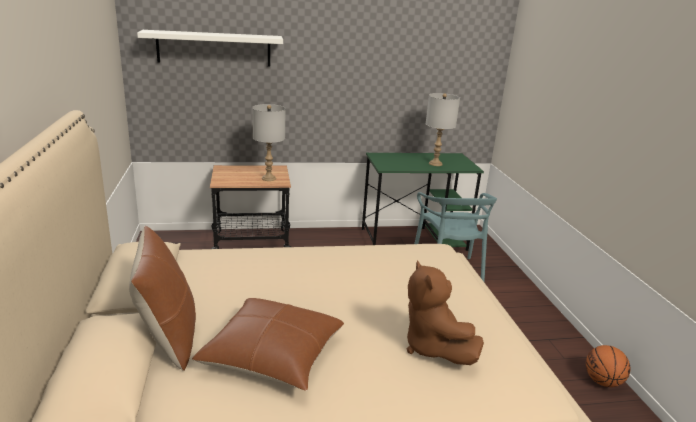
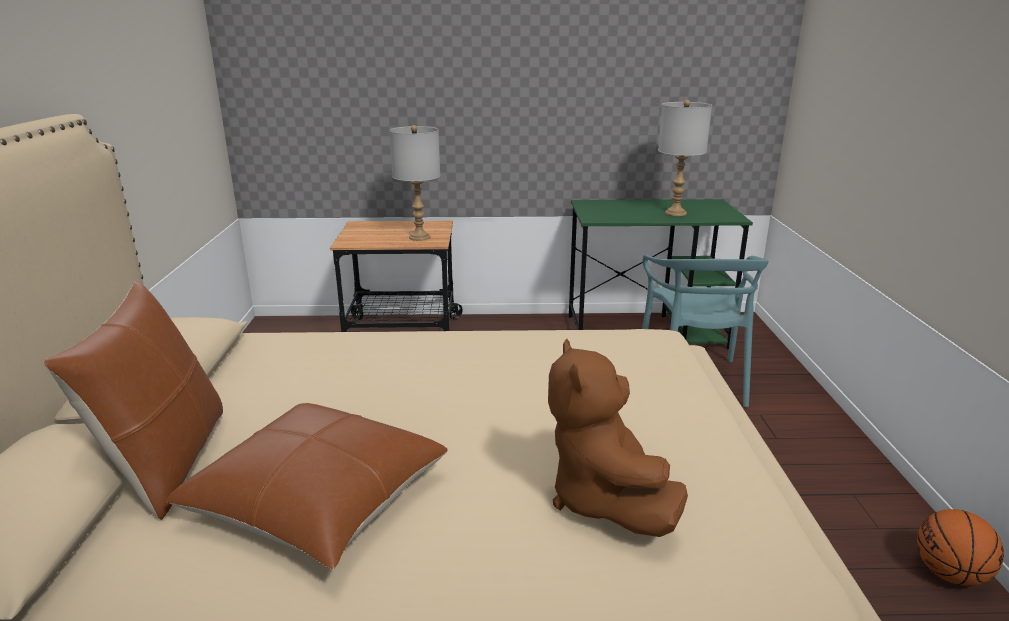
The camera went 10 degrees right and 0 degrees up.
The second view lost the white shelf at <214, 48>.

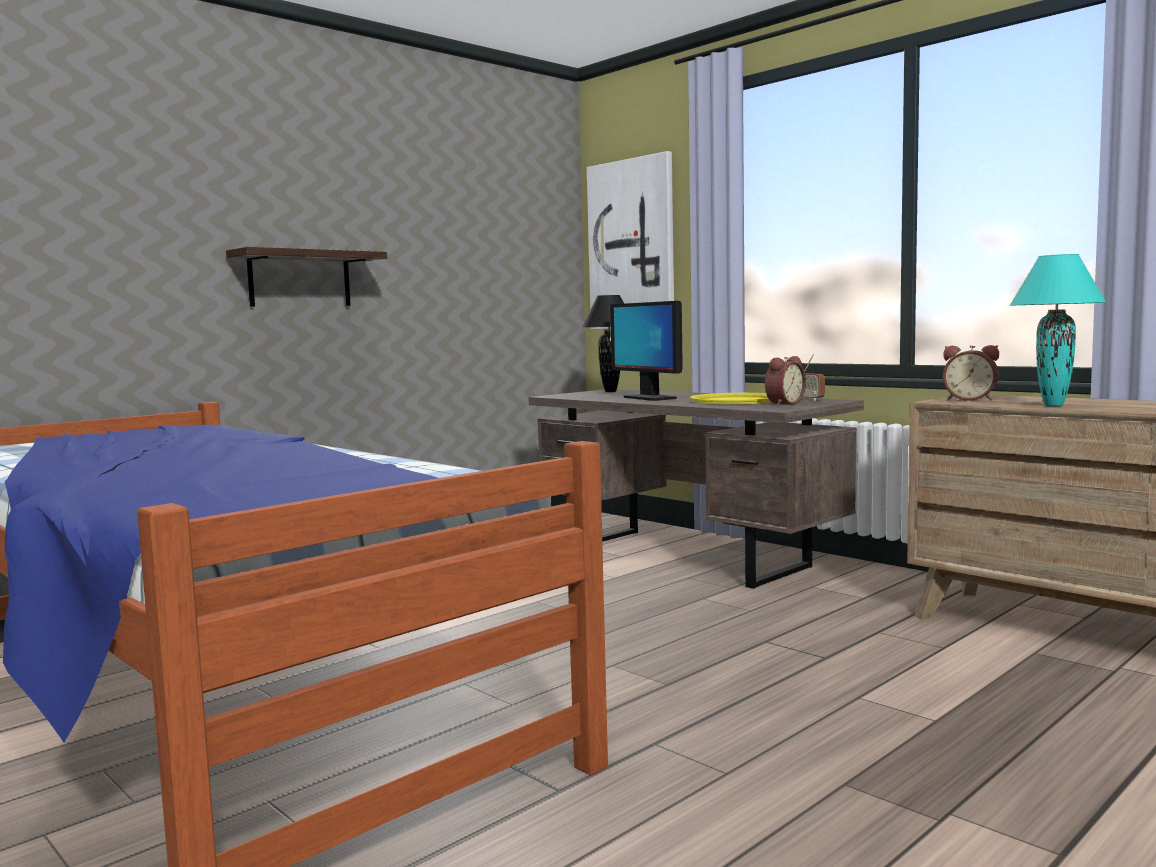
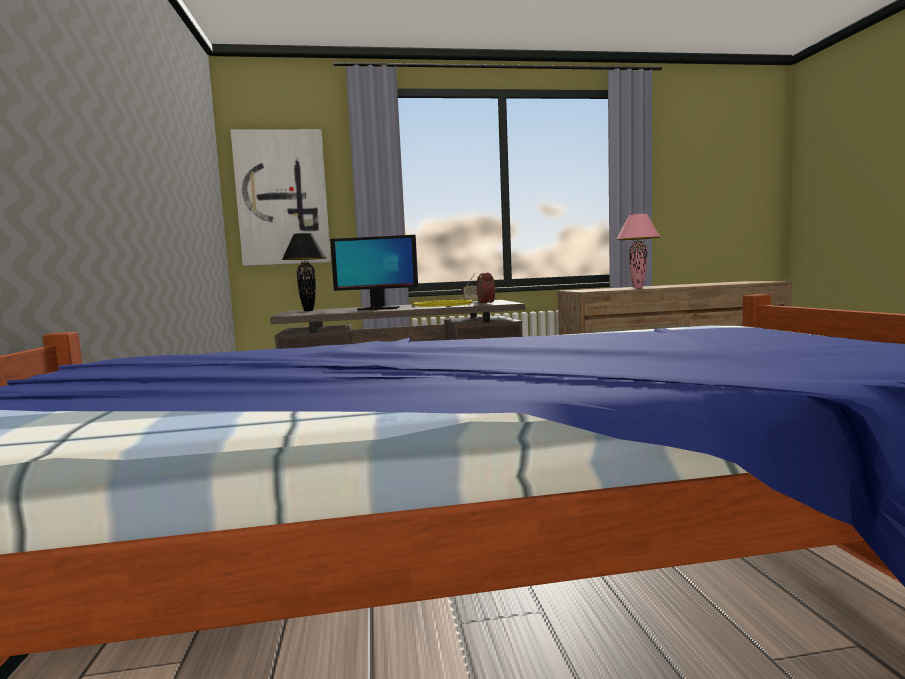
The camera went 55 degrees left and 0 degrees up.
The second view lost the shelf at <300, 279>.
The second view lost the alarm clock at <970, 399>.
What was the turquoise table lamp at <1052, 405> turned into the pink table lamp at <638, 288>.

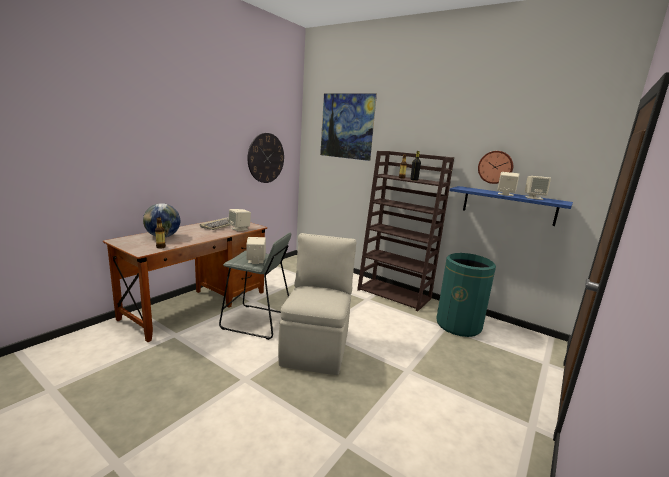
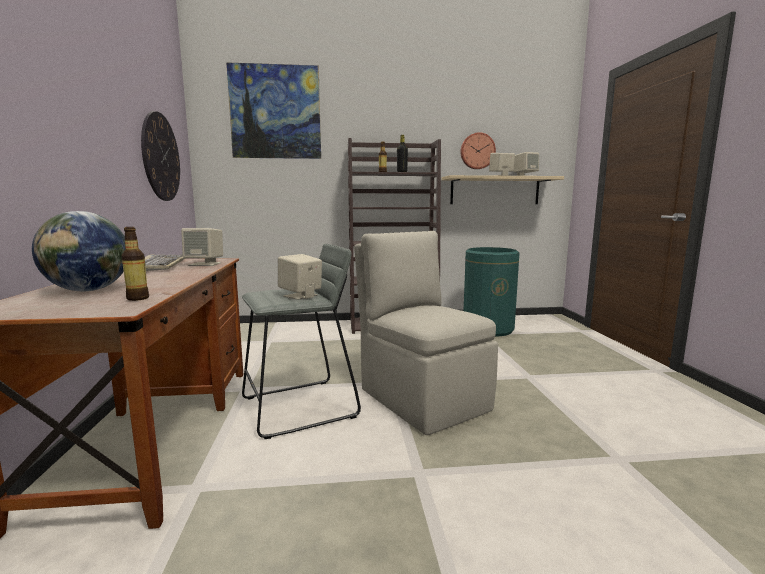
The camera went 40 degrees left and 5 degrees down.
What was the blue shelf at <508, 205> turned into the beige shelf at <495, 190>.

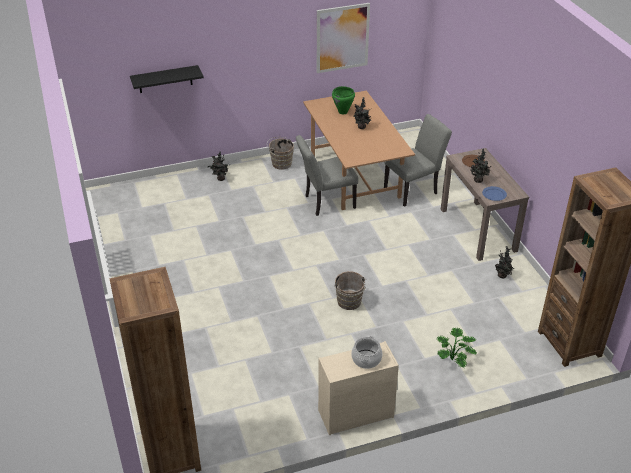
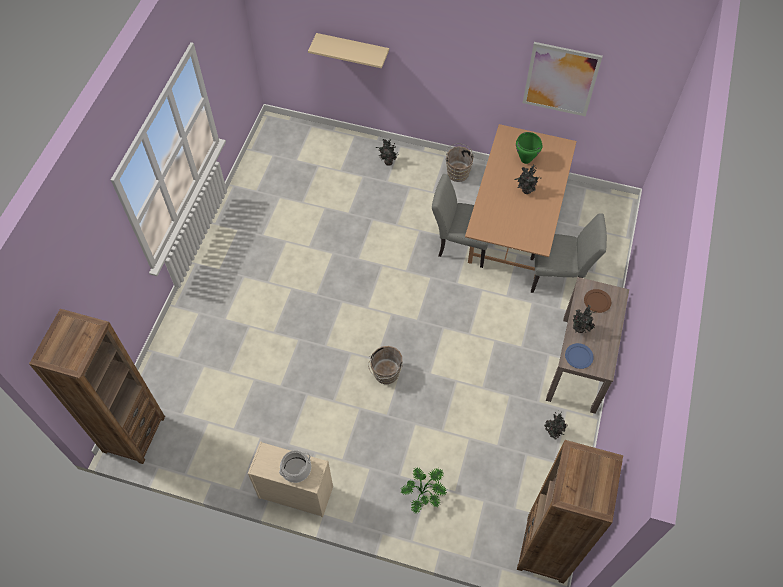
The camera went 35 degrees right and 20 degrees up.
What was the black shelf at <165, 79> turned into the beige shelf at <353, 49>.

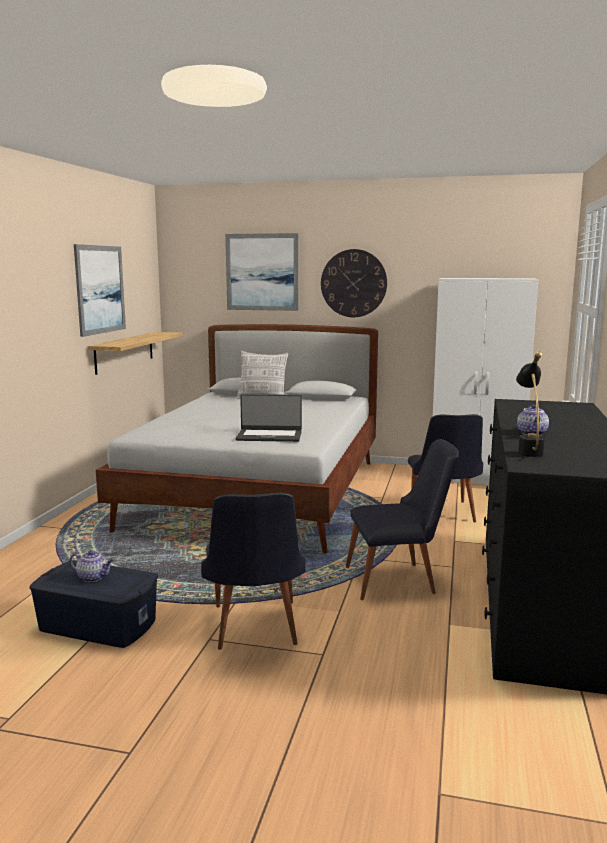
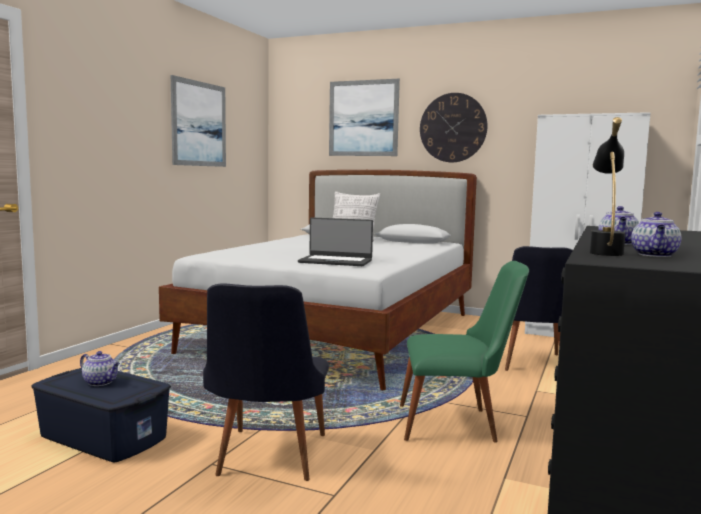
The camera went 10 degrees right and 5 degrees down.
The second view lost the shelf at <124, 352>.
The second view gained the teapot at <655, 255>.
What was the black chair at <399, 581> turned into the green chair at <457, 425>.

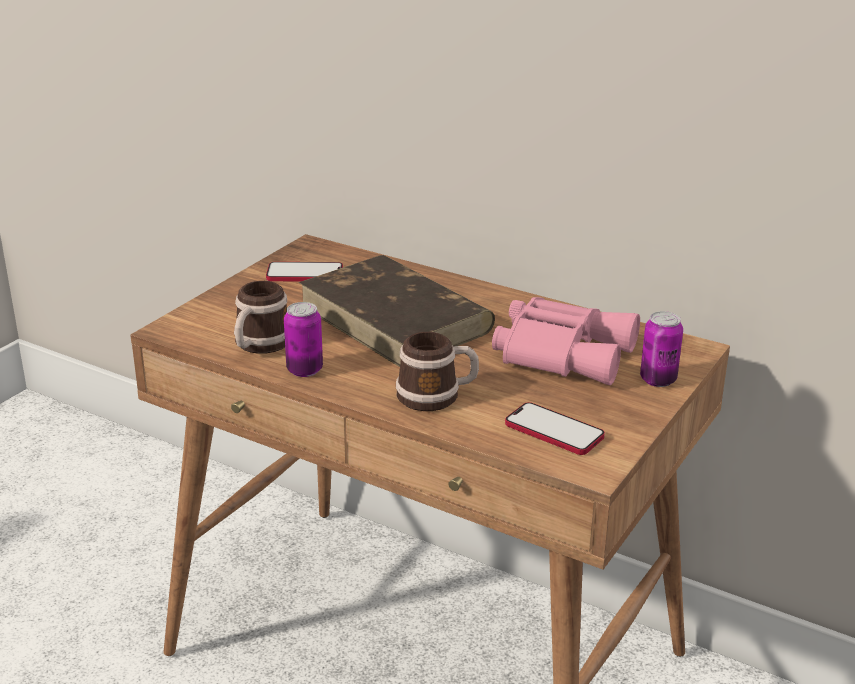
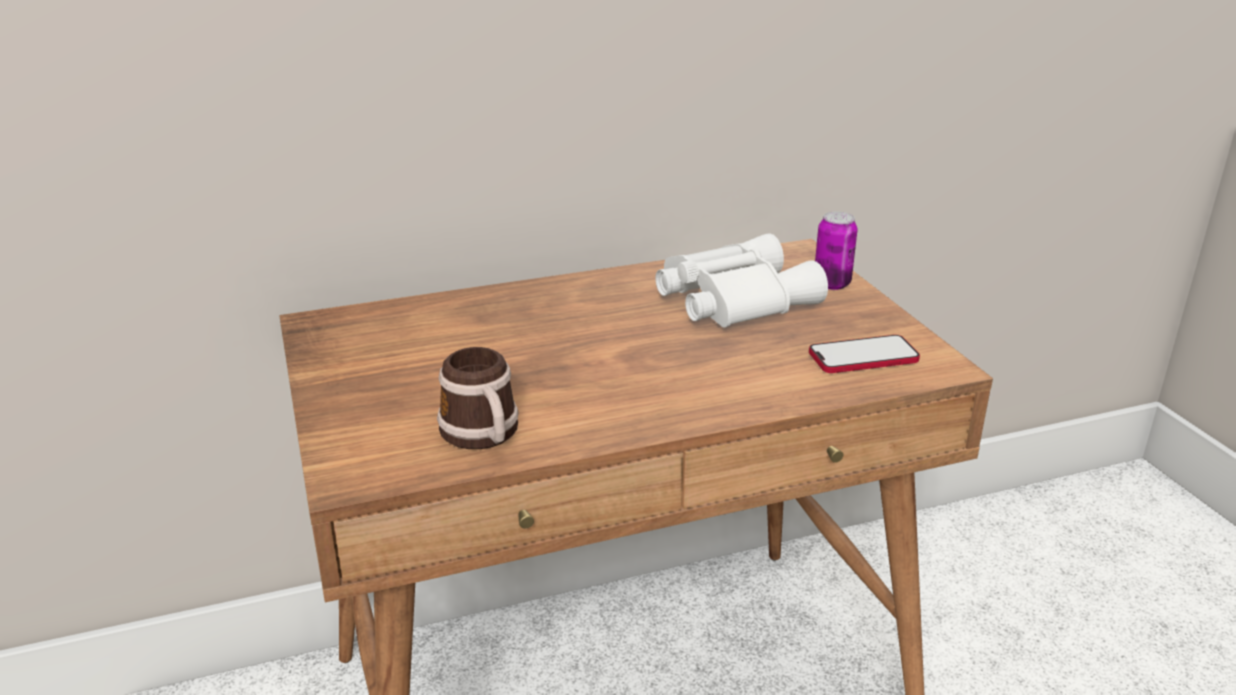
The camera went 50 degrees left and 0 degrees up.
The second view lost the phone at <305, 274>.
The second view lost the can at <304, 370>.
The second view lost the brown book at <396, 319>.
The second view lost the mug at <437, 395>.
What was the pink binoculars at <562, 351> turned into the white binoculars at <731, 298>.

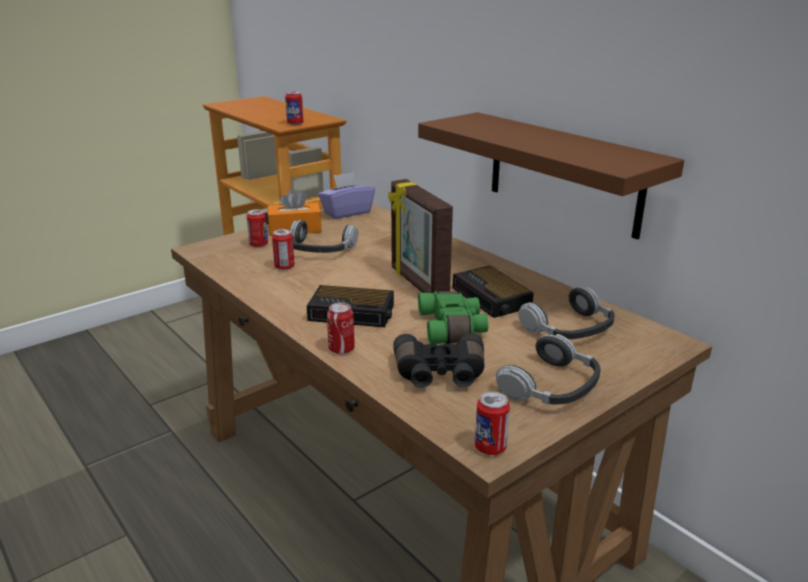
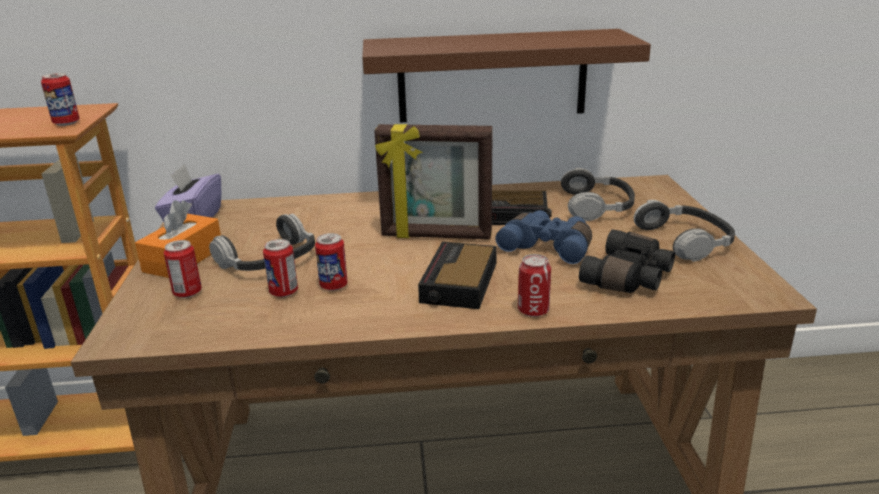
The camera went 55 degrees left and 0 degrees up.
The can ended up elsewhere, having gone from <490, 448> to <333, 286>.
What was the green binoculars at <453, 328> turned into the blue binoculars at <548, 247>.
The alarm clock at <353, 313> ended up facing another way, 150 degrees clockwise from before.

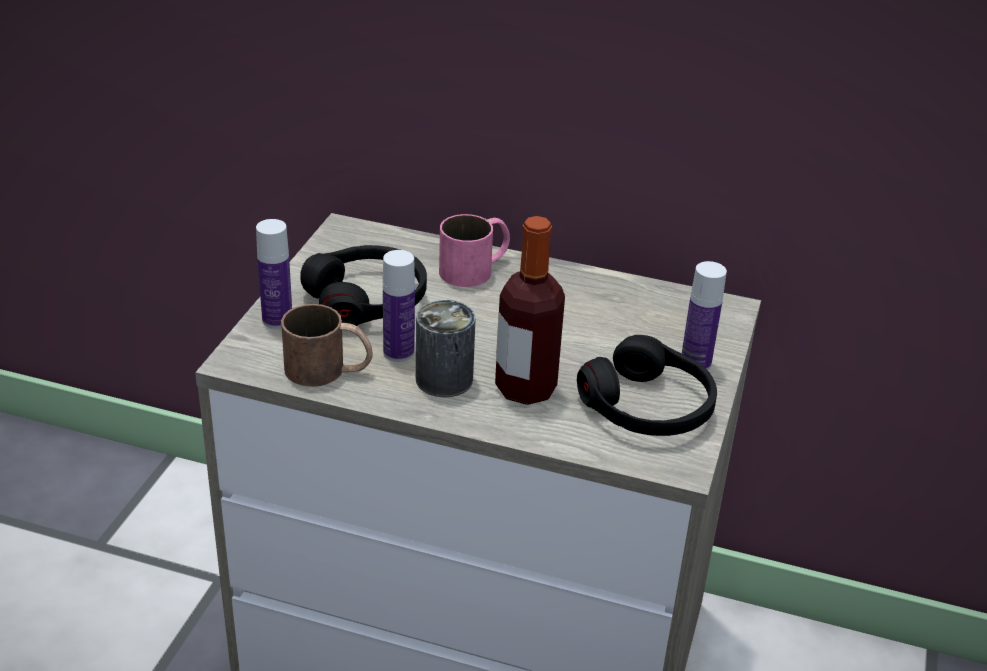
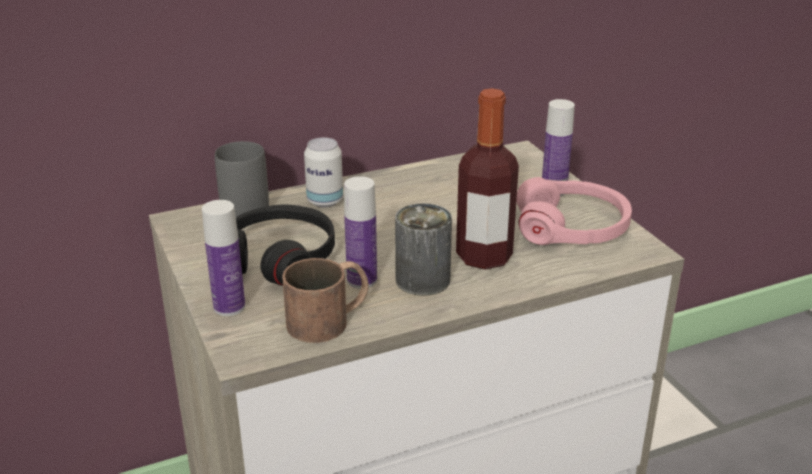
The camera went 40 degrees left and 5 degrees down.
The second view gained the grey mug at <248, 204>.
Where the pink mug stood at <476, 268>, the can came to stand at <325, 201>.
What was the black headphones at <648, 407> turned into the pink headphones at <571, 228>.

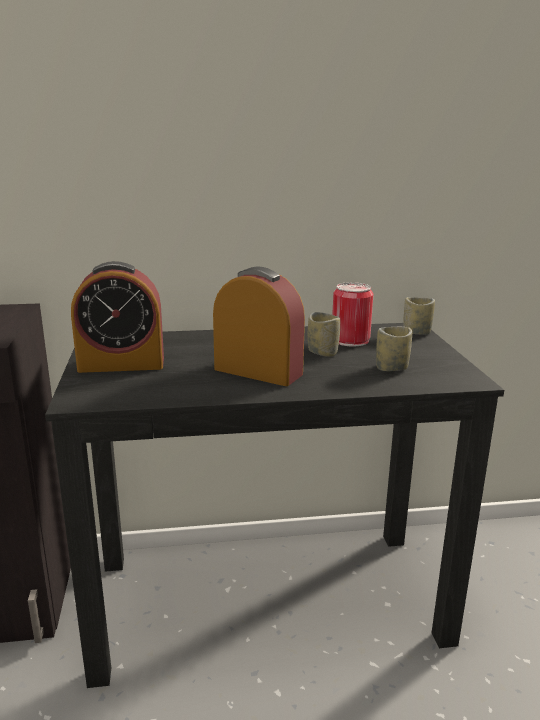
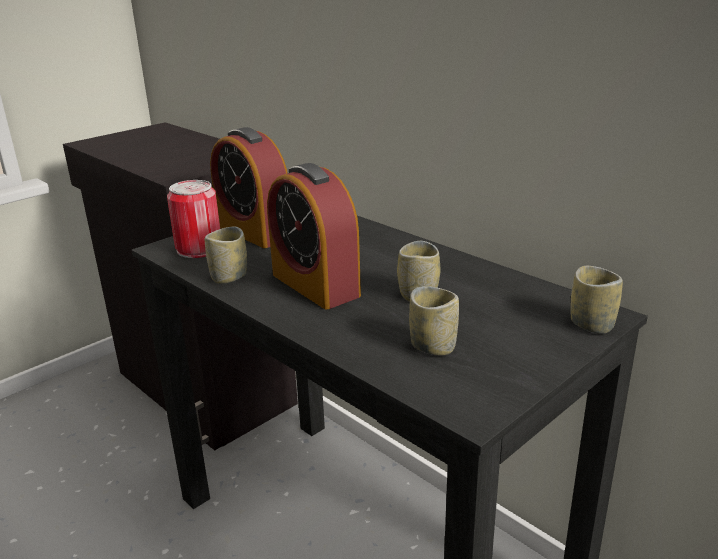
The camera went 55 degrees right and 5 degrees up.
The second view gained the cup at <229, 277>.
The can ended up elsewhere, having gone from <350, 340> to <199, 249>.
The alarm clock at <258, 371> ended up facing another way, 150 degrees clockwise from before.

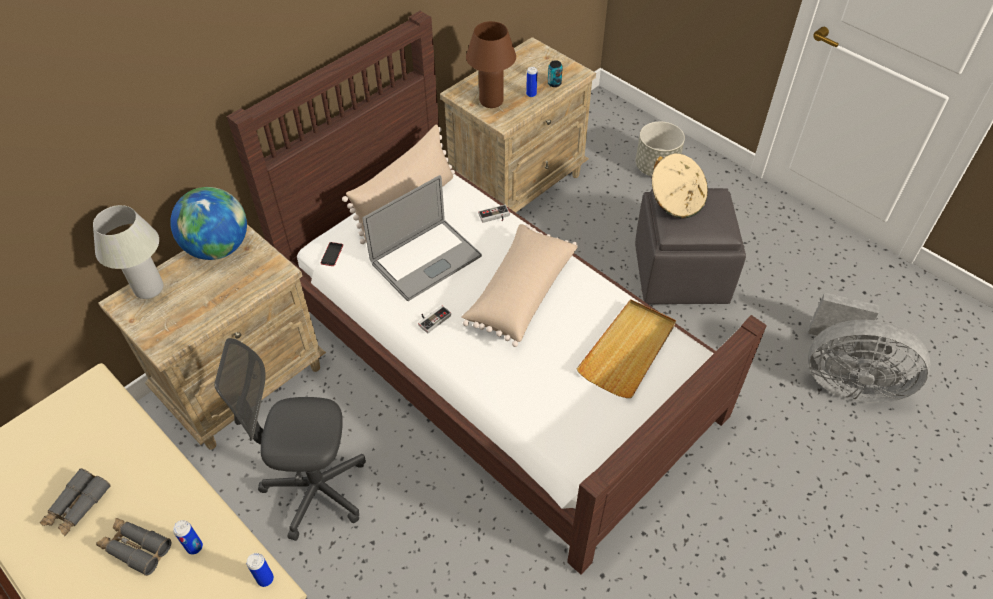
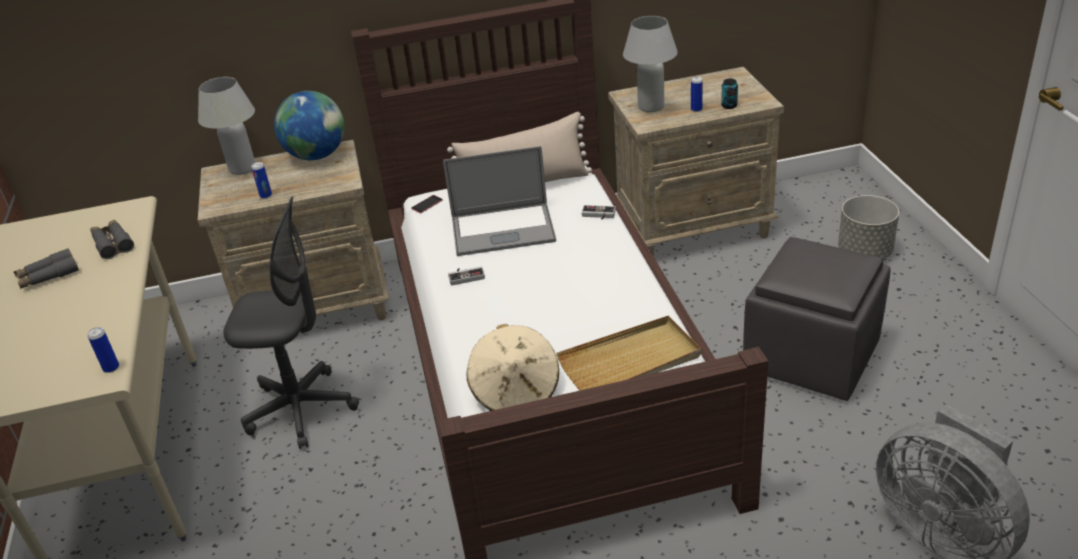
The camera went 35 degrees right and 15 degrees down.
The second view lost the beige pillow at <519, 293>.
The grey binoculars ended up elsewhere, having gone from <135, 548> to <113, 244>.
The can ended up elsewhere, having gone from <194, 547> to <266, 196>.
The beige hat ended up elsewhere, having gone from <676, 200> to <516, 391>.
What was the brown table lamp at <491, 101> turned into the white table lamp at <651, 107>.
The grey office chair at <316, 490> ended up facing another way, 150 degrees clockwise from before.

